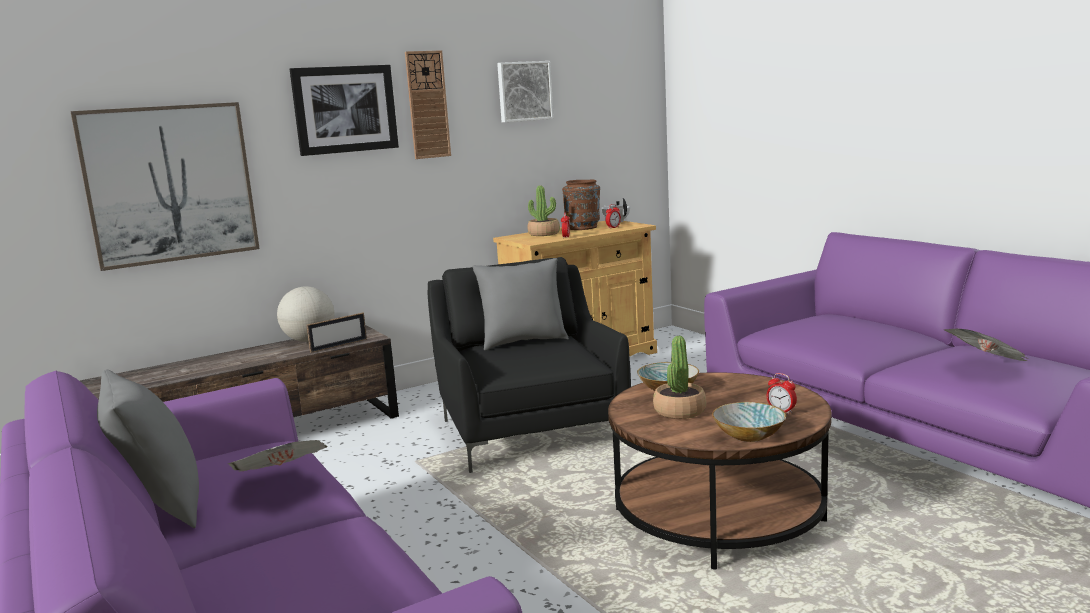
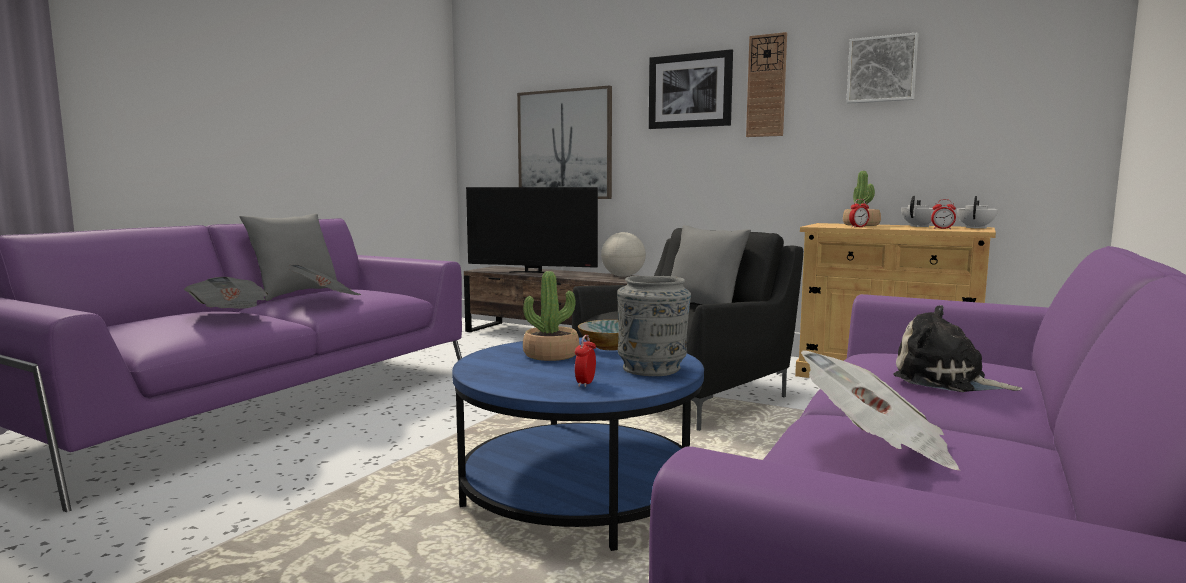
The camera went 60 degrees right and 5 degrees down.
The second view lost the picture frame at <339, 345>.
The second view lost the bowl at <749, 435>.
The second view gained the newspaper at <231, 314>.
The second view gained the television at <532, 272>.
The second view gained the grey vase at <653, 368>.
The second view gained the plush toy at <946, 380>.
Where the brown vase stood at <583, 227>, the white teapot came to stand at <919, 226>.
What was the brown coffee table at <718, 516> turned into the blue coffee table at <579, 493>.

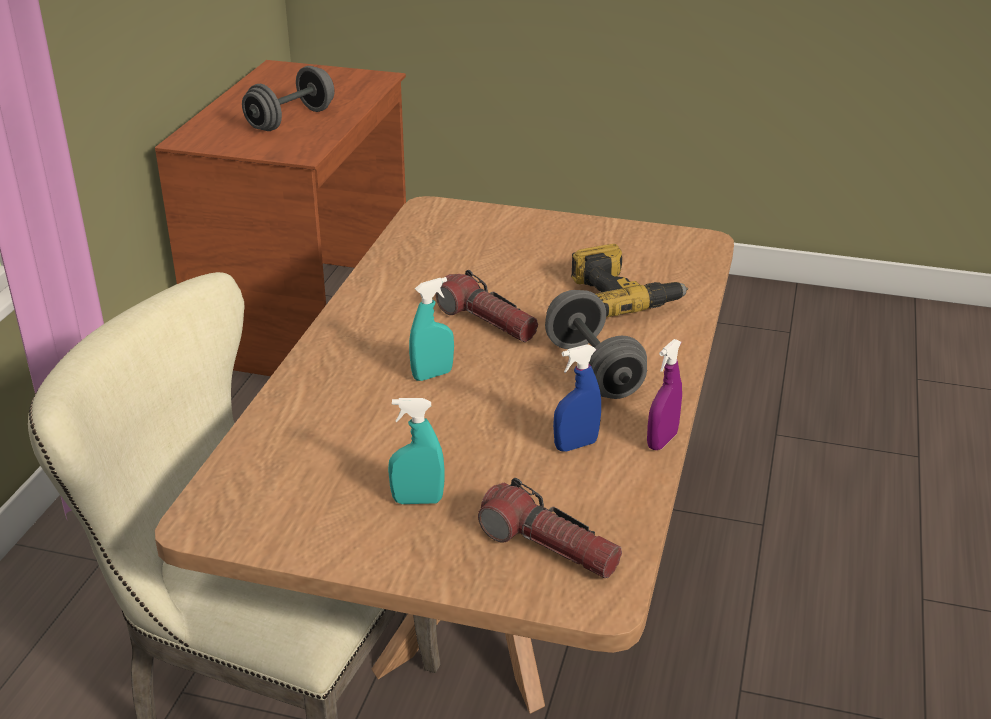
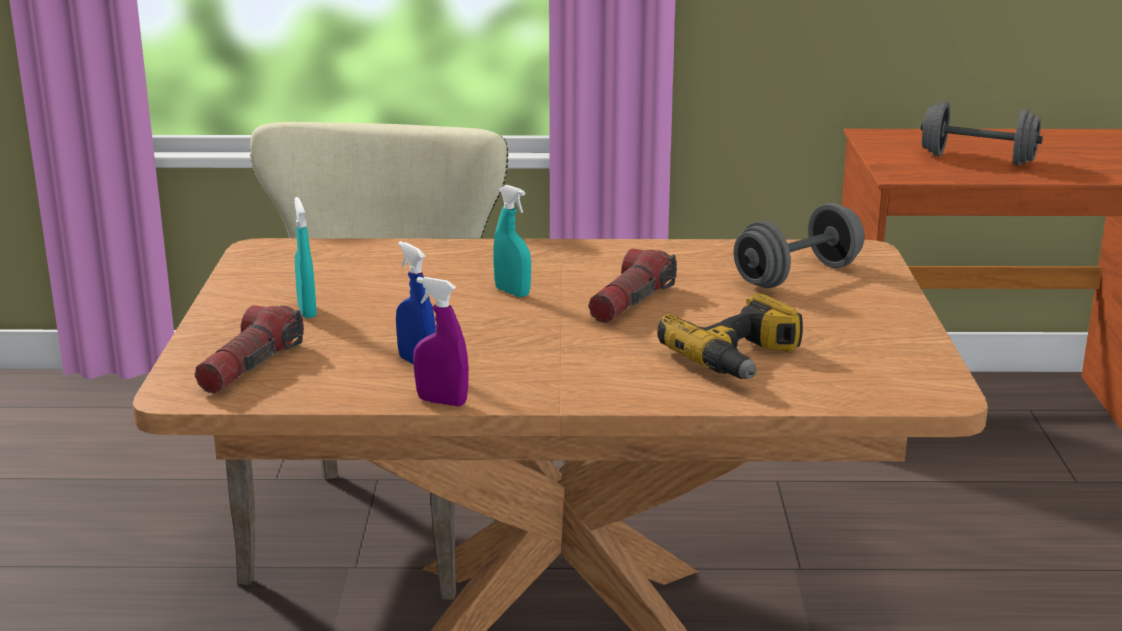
The camera went 75 degrees right and 10 degrees down.
The grey dumbbell ended up elsewhere, having gone from <593, 370> to <797, 275>.

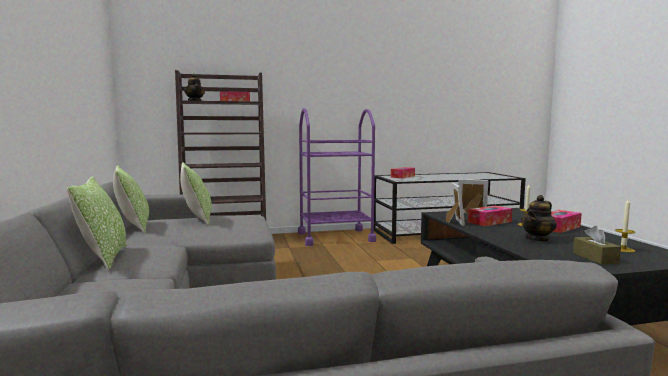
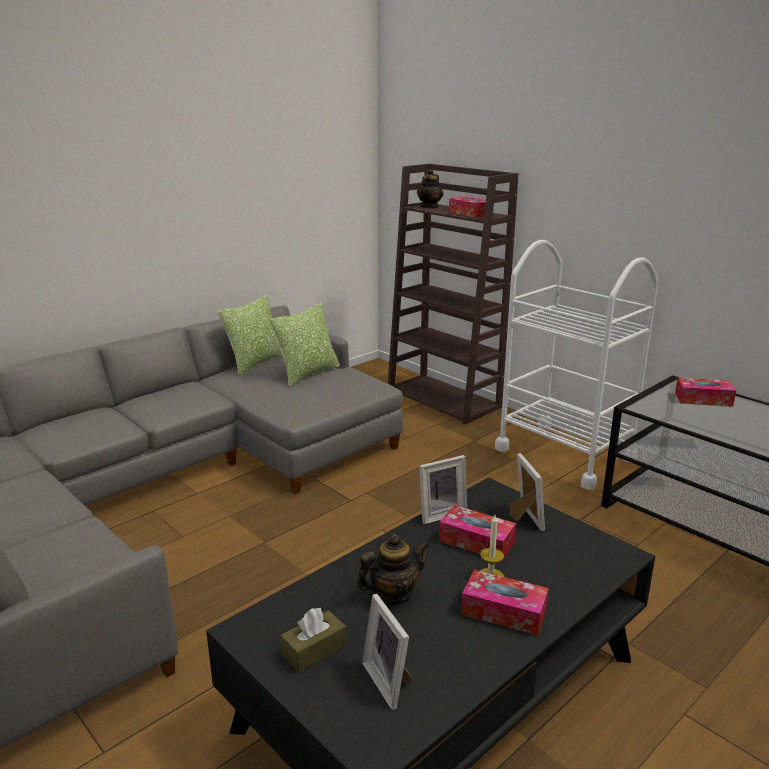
The camera went 60 degrees right and 15 degrees up.
The second view lost the pillow at <104, 258>.
Where the candle stood at <623, 249>, the picture frame came to stand at <390, 681>.
What was the purple cart at <335, 237> turned into the white cart at <564, 454>.
The teapot at <538, 239> ended up facing another way, 135 degrees clockwise from before.

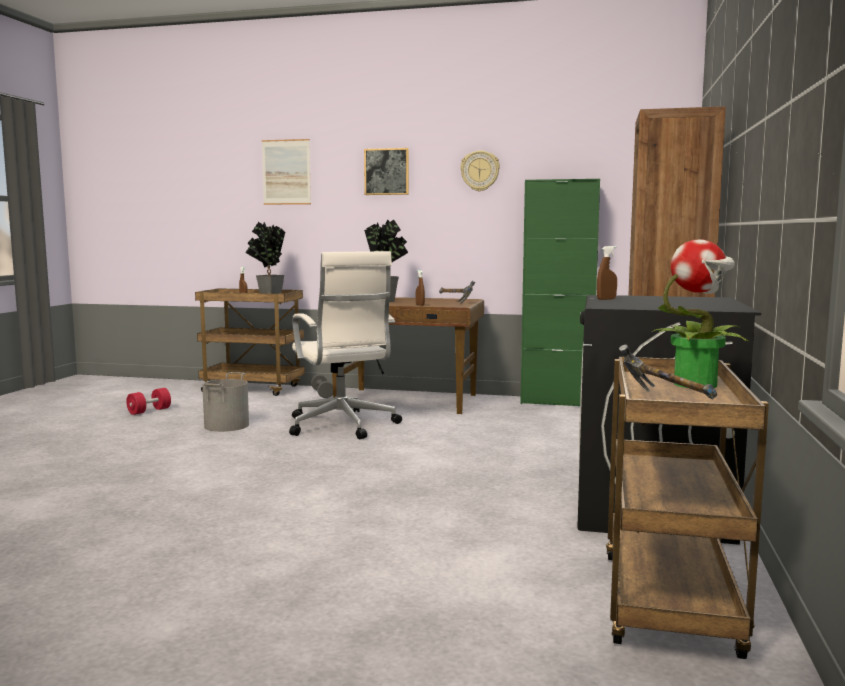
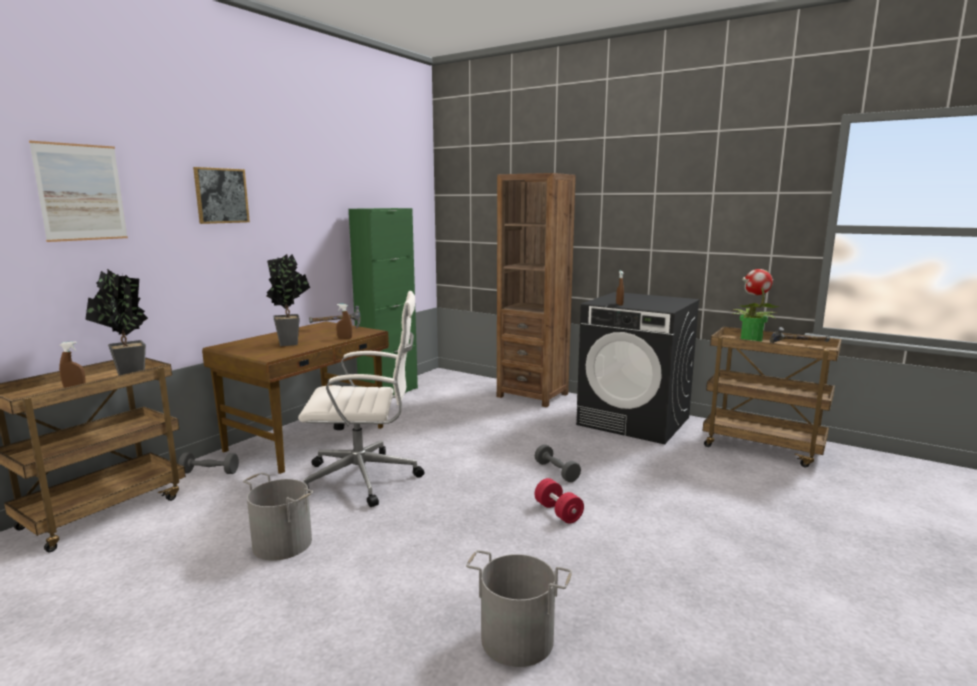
The camera went 70 degrees left and 5 degrees up.
The second view lost the wall clock at <480, 171>.
The second view gained the grey bucket at <517, 640>.
The second view gained the grey dumbbell at <556, 472>.
The red dumbbell ended up elsewhere, having gone from <149, 411> to <558, 512>.

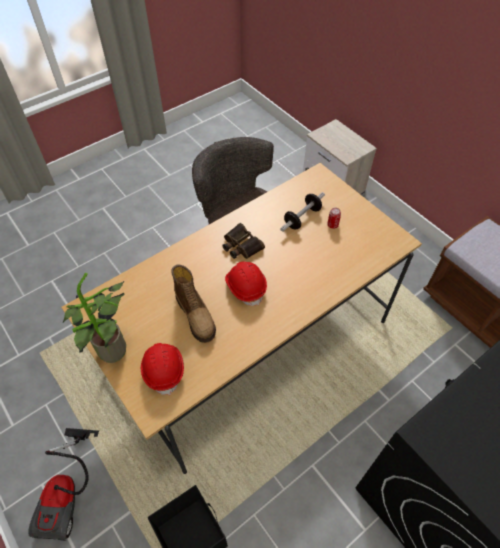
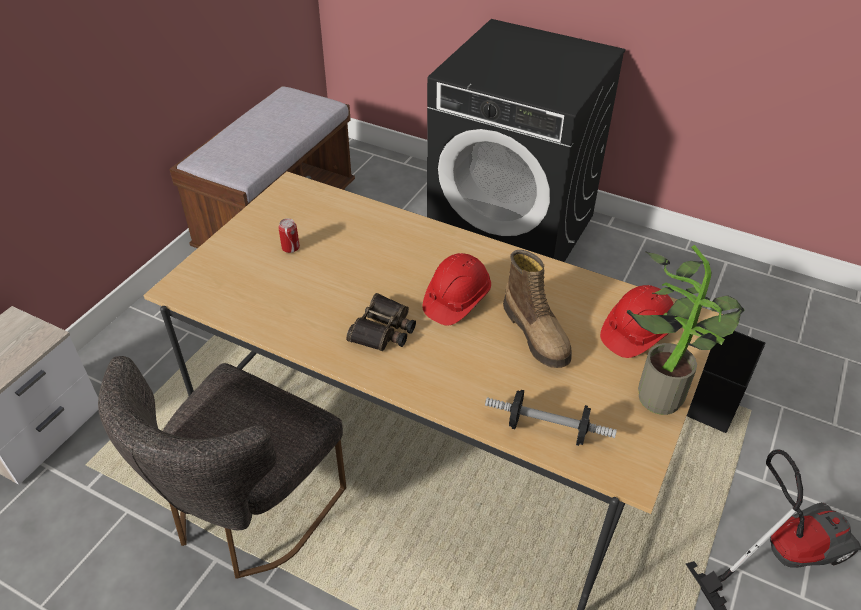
The camera went 115 degrees left and 10 degrees down.
The dumbbell ended up elsewhere, having gone from <302, 218> to <547, 429>.
The boot at <196, 315> ended up facing another way, 120 degrees clockwise from before.

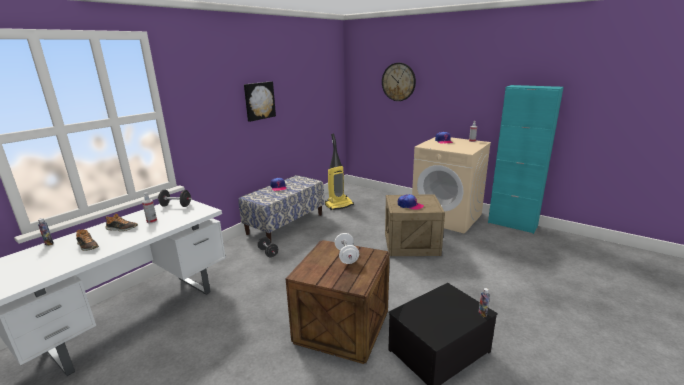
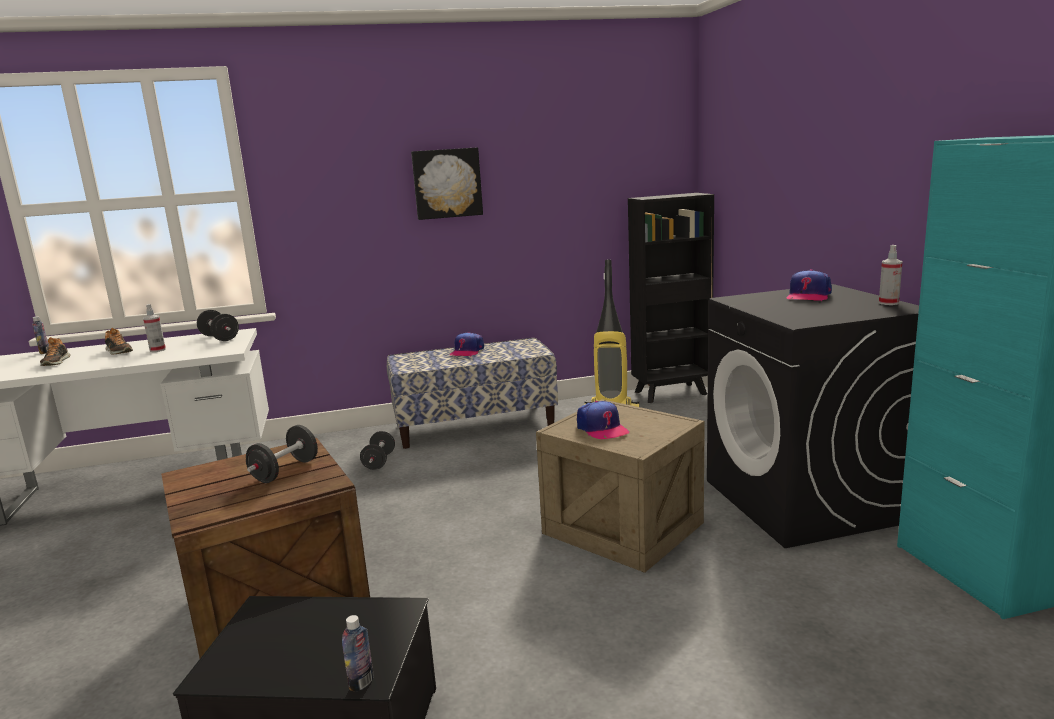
The camera went 40 degrees right and 5 degrees down.
The second view lost the wall clock at <398, 82>.
The second view gained the black bookcase at <672, 393>.
What was the white dumbbell at <346, 256> turned into the black dumbbell at <285, 471>.
What was the beige washing machine at <447, 217> turned into the black washing machine at <805, 501>.

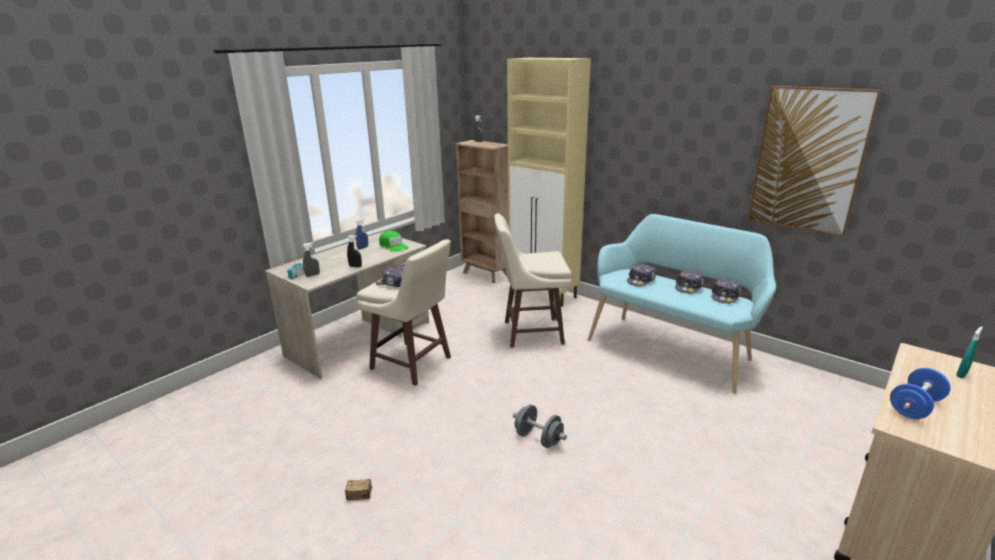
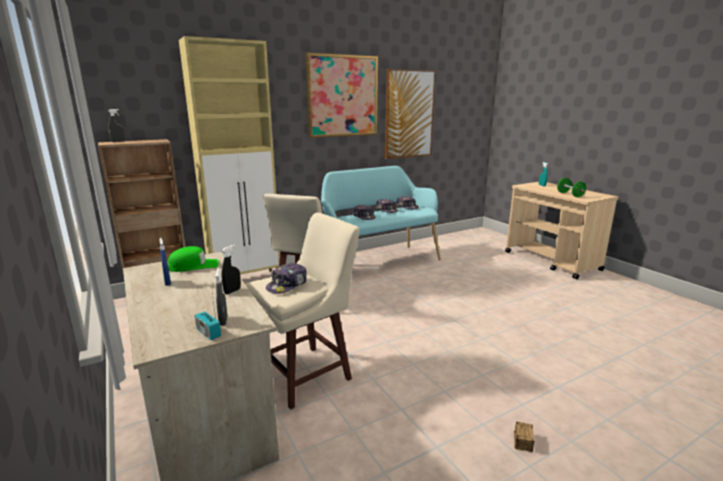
The camera went 70 degrees left and 5 degrees down.
The second view lost the grey dumbbell at <538, 438>.
The second view gained the picture at <342, 96>.
What was the blue dumbbell at <915, 407> turned into the green dumbbell at <570, 195>.

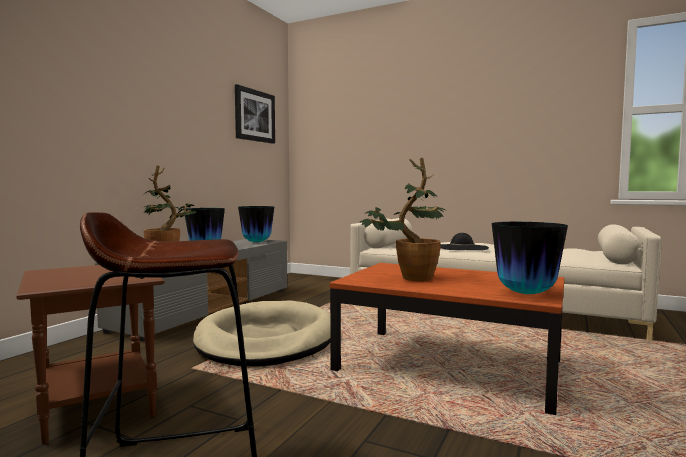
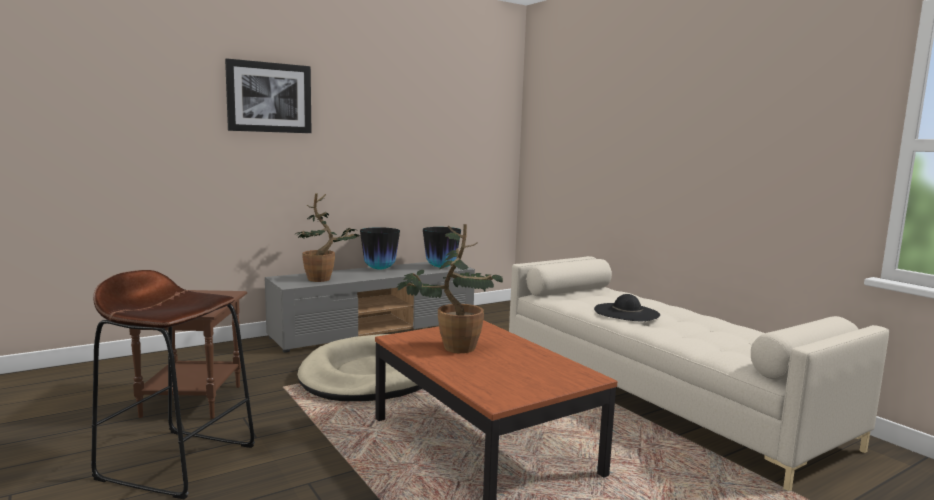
The camera went 30 degrees right and 5 degrees up.
The second view lost the vase at <526, 293>.
The picture ended up elsewhere, having gone from <254, 115> to <269, 97>.

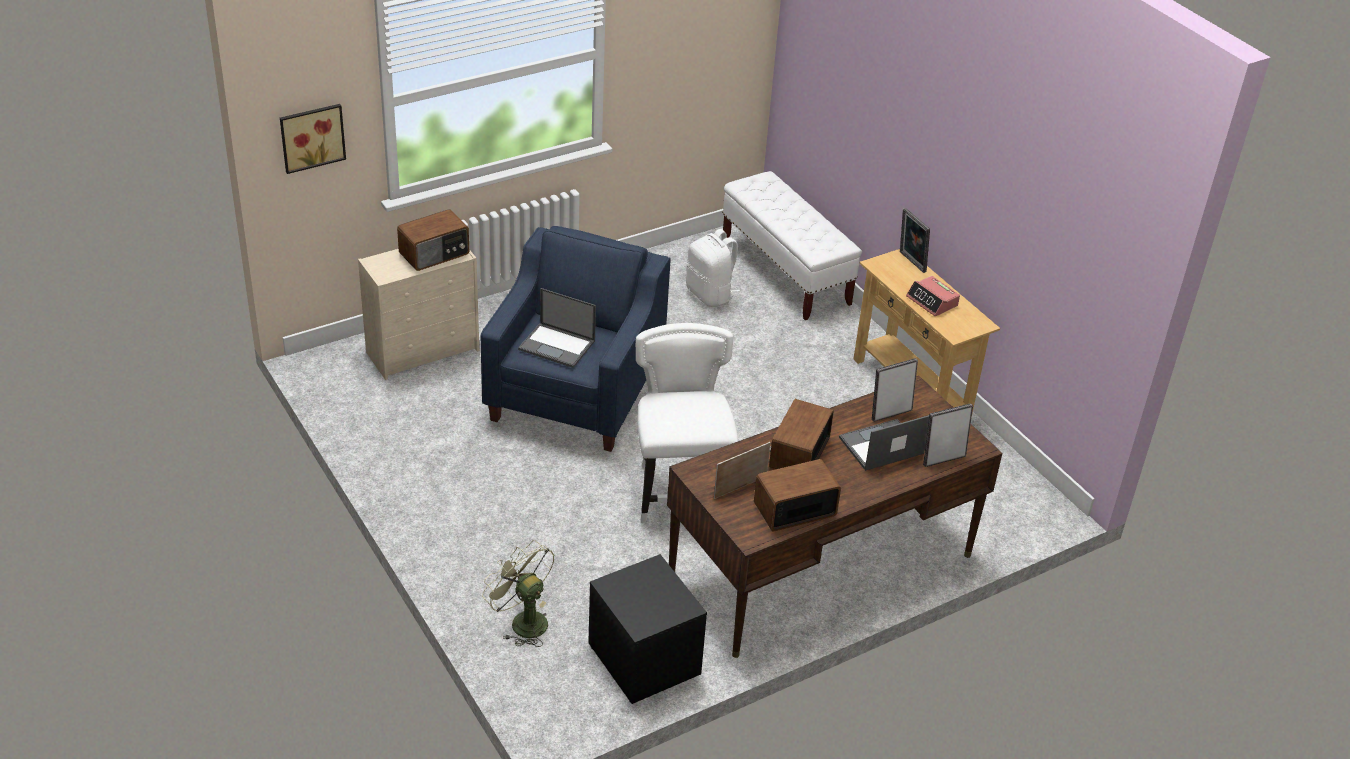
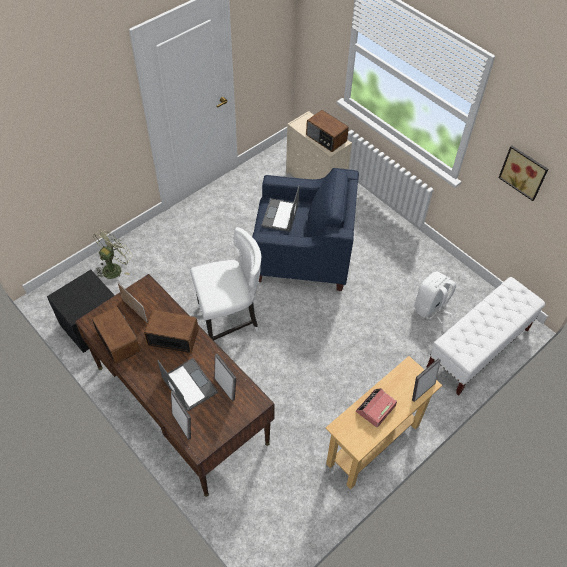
The camera went 80 degrees right and 15 degrees up.
The picture ended up elsewhere, having gone from <311, 136> to <524, 172>.

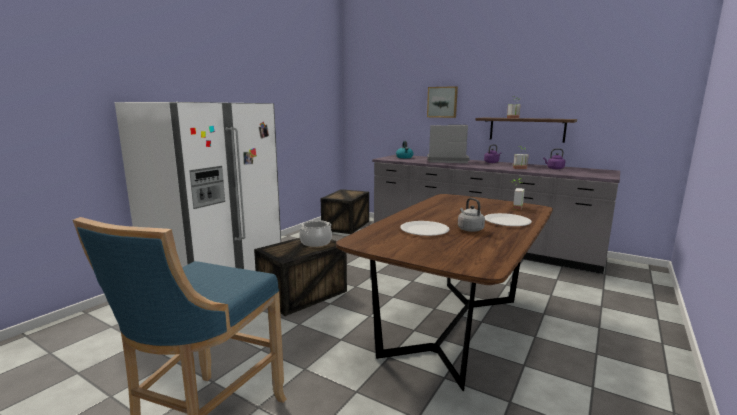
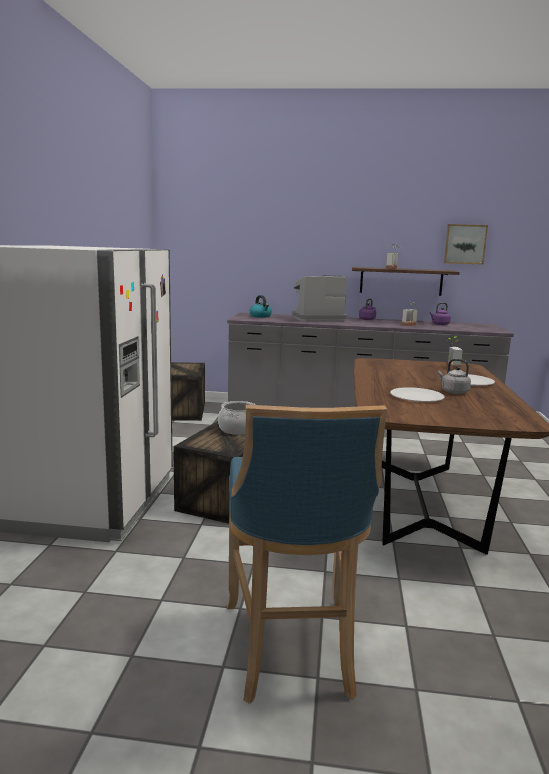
The camera went 25 degrees left and 0 degrees up.
The picture ended up elsewhere, having gone from <442, 102> to <465, 244>.

